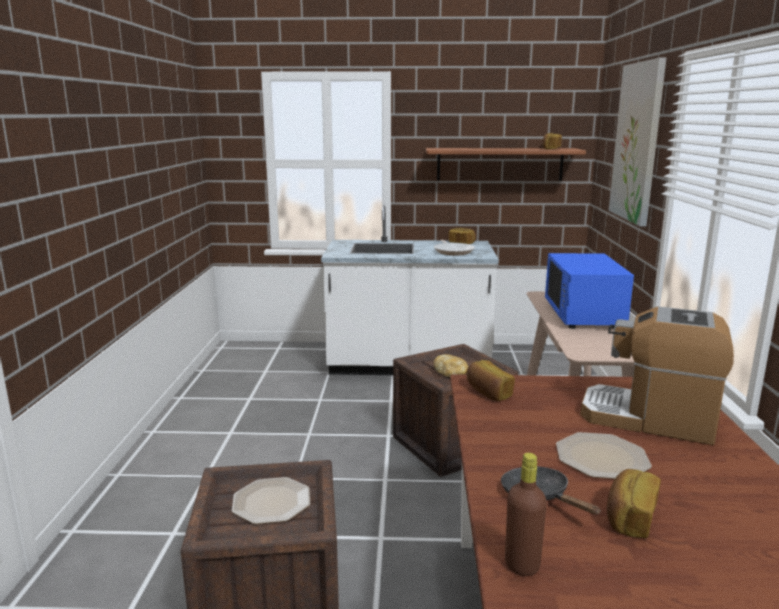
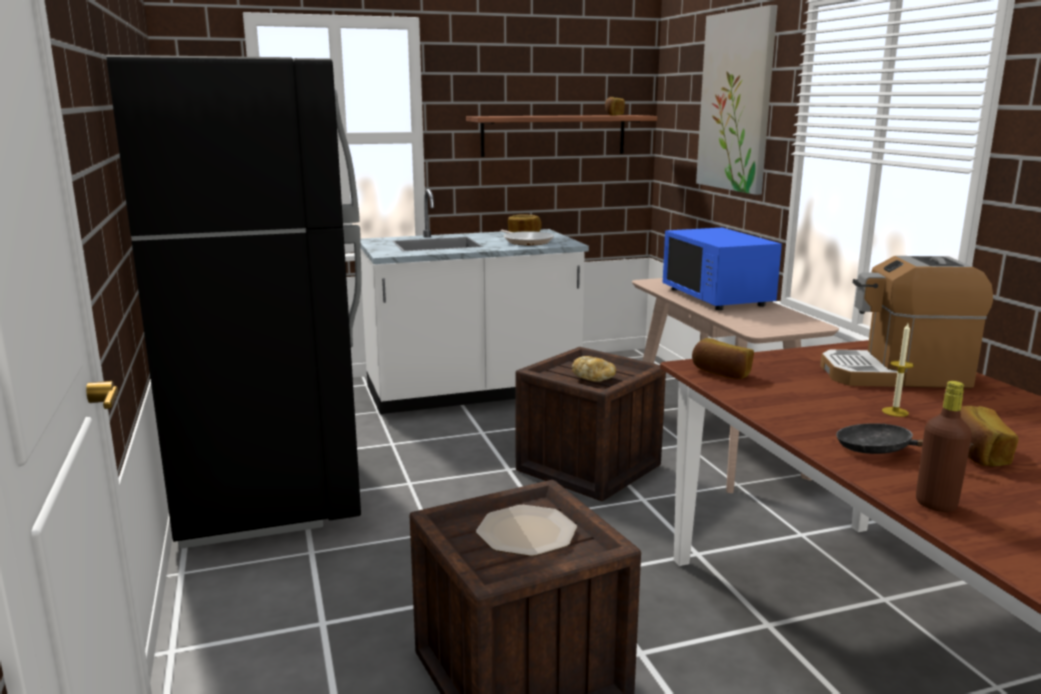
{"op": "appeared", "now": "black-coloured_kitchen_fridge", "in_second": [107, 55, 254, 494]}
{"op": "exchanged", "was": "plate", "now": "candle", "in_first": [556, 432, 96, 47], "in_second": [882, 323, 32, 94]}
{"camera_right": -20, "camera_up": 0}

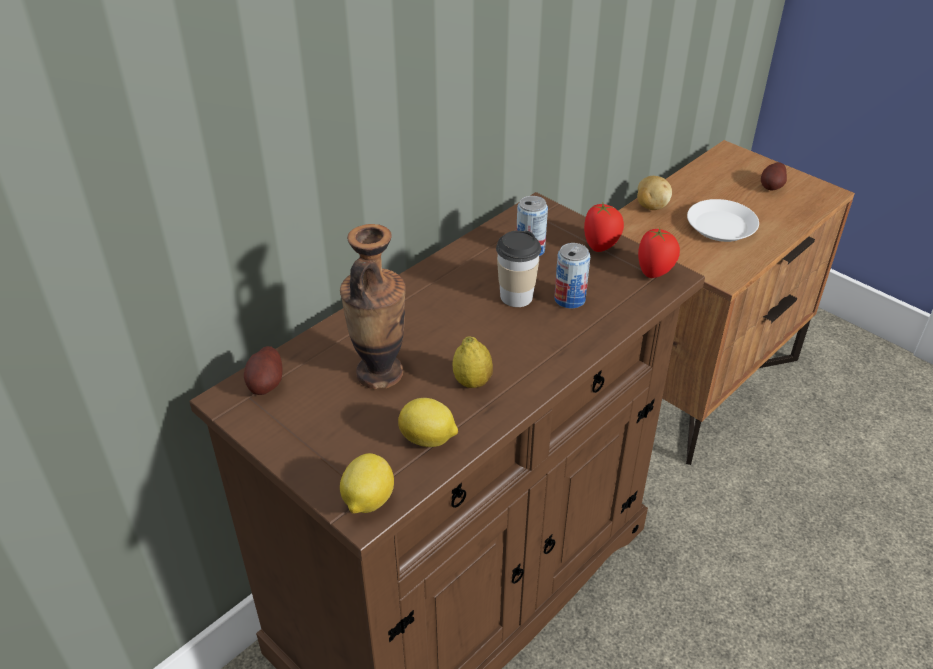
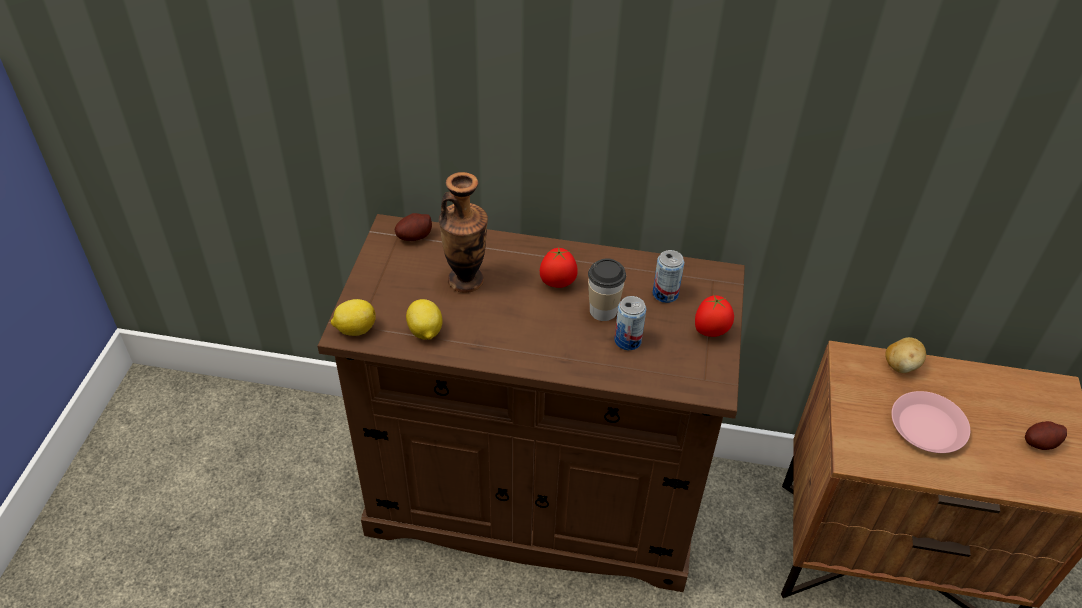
{"op": "relocated", "was": "tomato", "in_first": [638, 228, 42, 50], "in_second": [540, 247, 38, 41]}
{"op": "colour", "was": "white-coloured_plate", "now": "pinkish_plate", "in_first": [687, 199, 72, 43], "in_second": [891, 391, 79, 62]}
{"op": "missing", "was": "whole_lemon", "in_first": [453, 336, 40, 52]}
{"camera_right": 55, "camera_up": 5}

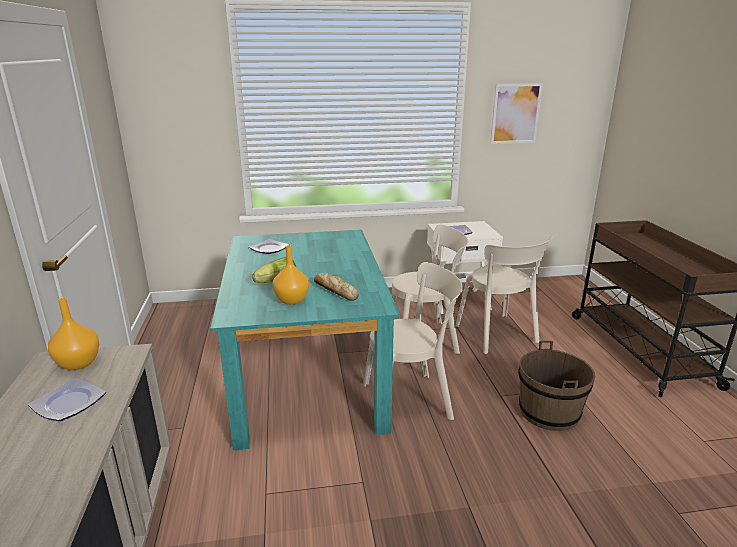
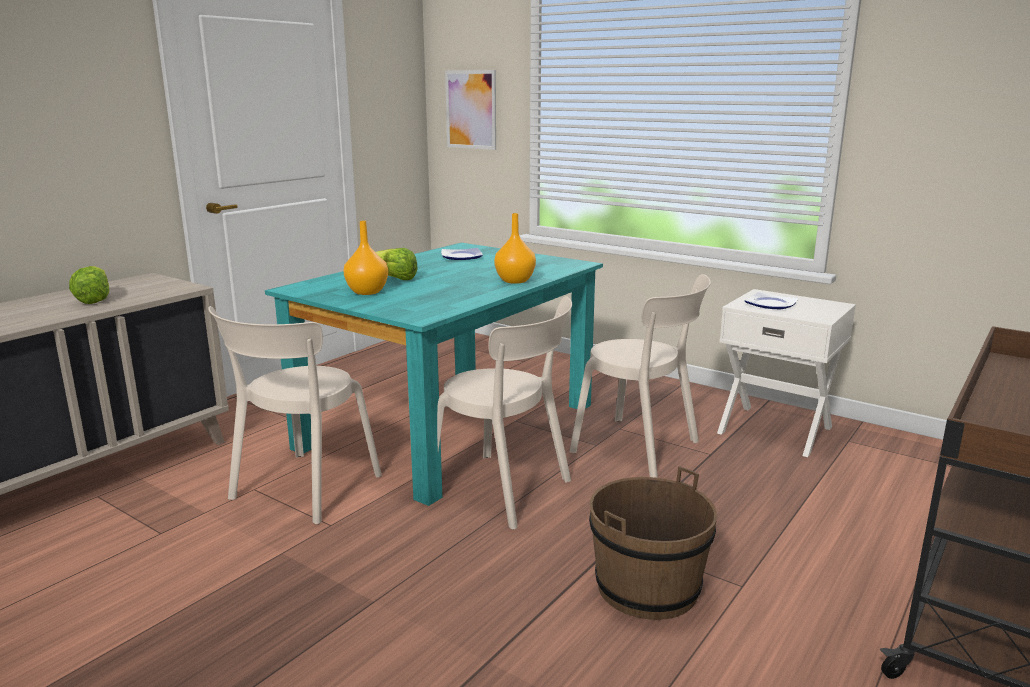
{"op": "exchanged", "was": "plate", "now": "head_of_lettuce", "in_first": [28, 378, 78, 43], "in_second": [69, 266, 40, 38]}
{"op": "relocated", "was": "sand-coloured_plain_chair", "in_first": [455, 236, 97, 118], "in_second": [208, 306, 174, 218]}
{"op": "relocated", "was": "picture", "in_first": [490, 83, 53, 61], "in_second": [445, 70, 51, 80]}
{"op": "relocated", "was": "orangey_decorative_vase", "in_first": [48, 298, 51, 72], "in_second": [494, 213, 42, 71]}
{"op": "missing", "was": "bakery_bread", "in_first": [314, 273, 44, 28]}
{"camera_right": 45, "camera_up": -5}

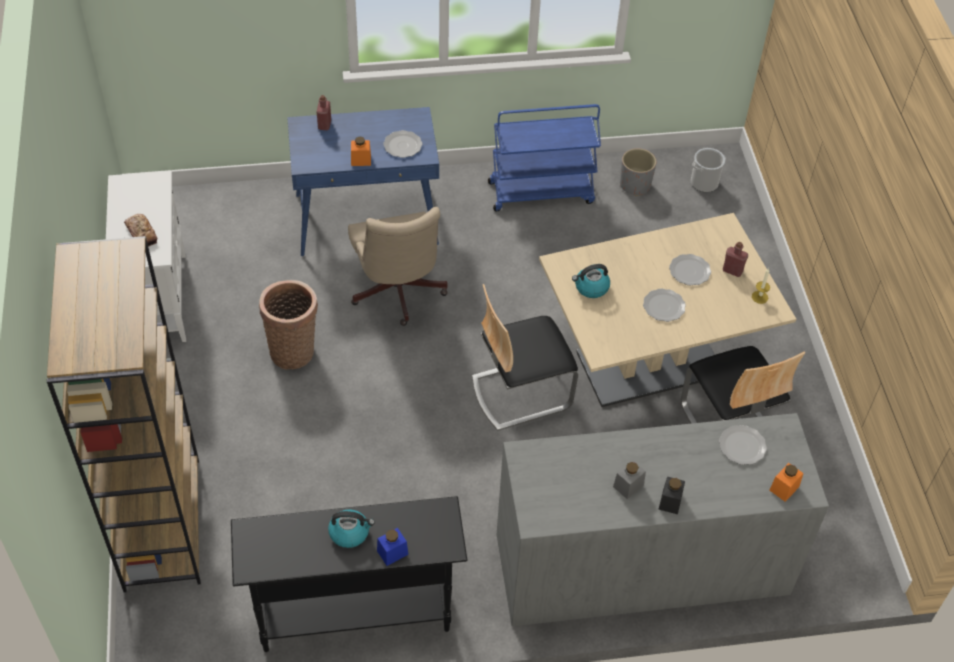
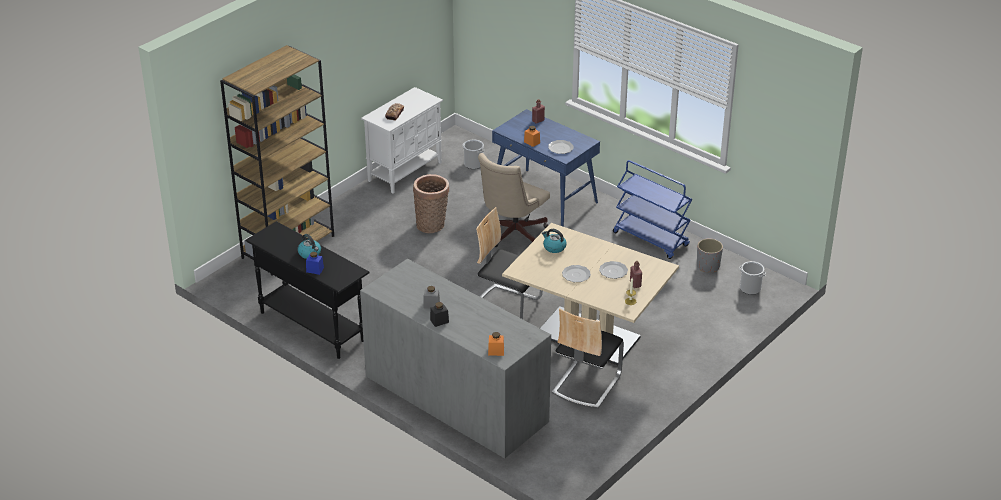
{"op": "appeared", "now": "water_bucket", "in_second": [463, 140, 21, 29]}
{"op": "missing", "was": "plate", "in_first": [719, 425, 48, 40]}
{"camera_right": 50, "camera_up": -15}

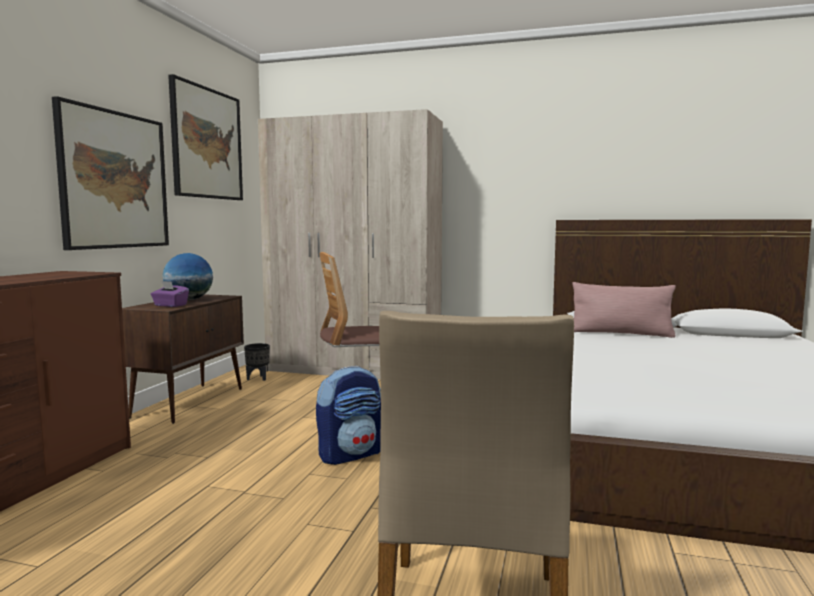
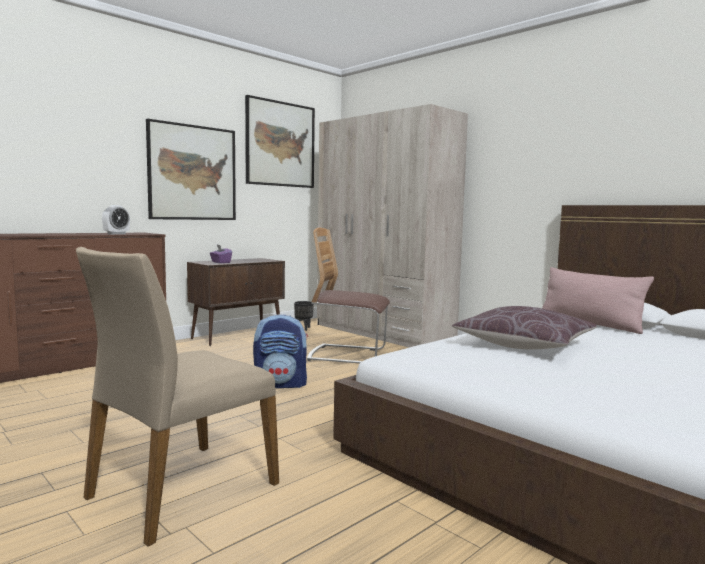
{"op": "appeared", "now": "bedside_clock", "in_second": [102, 205, 28, 29]}
{"op": "appeared", "now": "brownish_pillow", "in_second": [452, 306, 145, 43]}
{"op": "missing", "was": "globe", "in_first": [162, 253, 51, 47]}
{"camera_right": 30, "camera_up": 0}

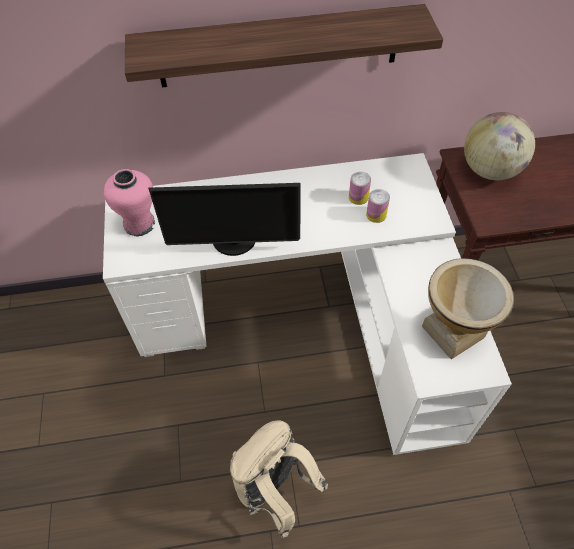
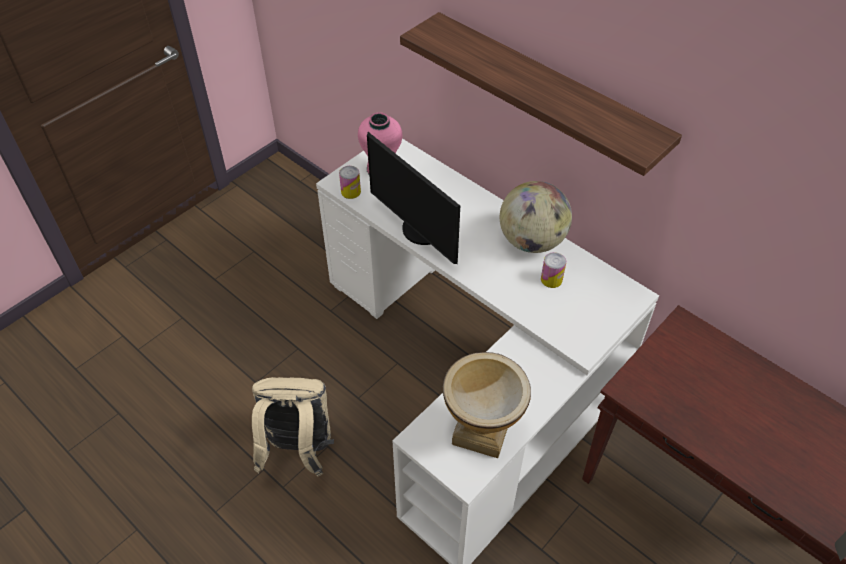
{"op": "relocated", "was": "can", "in_first": [366, 189, 24, 34], "in_second": [339, 166, 22, 33]}
{"op": "relocated", "was": "globe", "in_first": [464, 112, 71, 68], "in_second": [500, 181, 72, 72]}
{"camera_right": 50, "camera_up": -5}

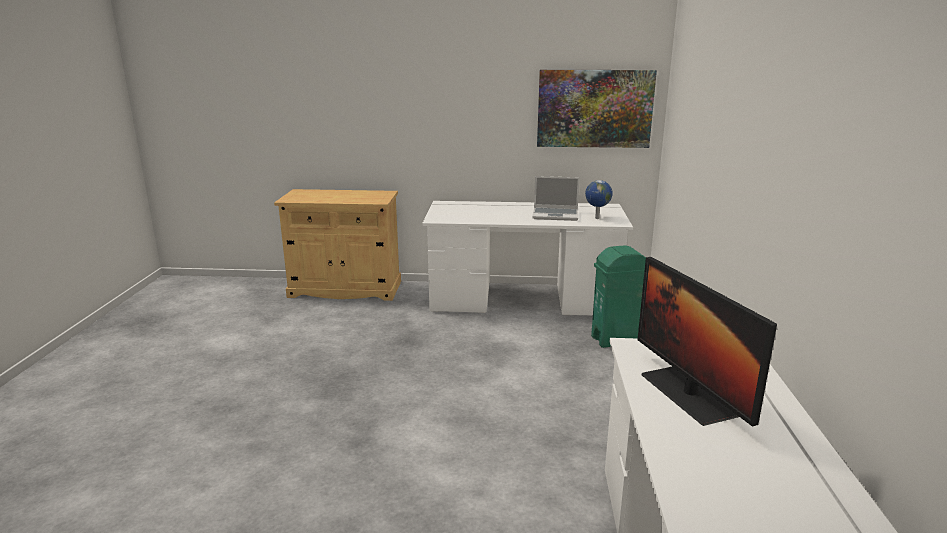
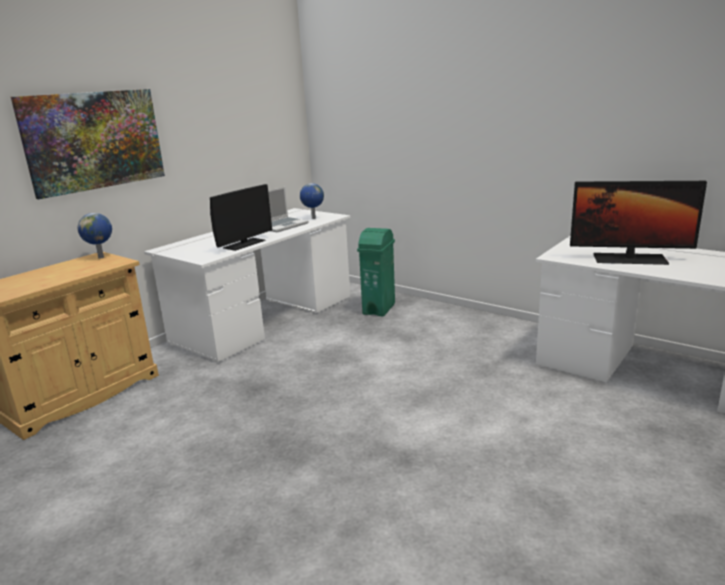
{"op": "relocated", "was": "picture", "in_first": [537, 70, 120, 78], "in_second": [11, 89, 154, 110]}
{"op": "appeared", "now": "globe", "in_second": [78, 213, 34, 46]}
{"op": "appeared", "now": "monitor", "in_second": [210, 184, 62, 67]}
{"camera_right": -55, "camera_up": 0}

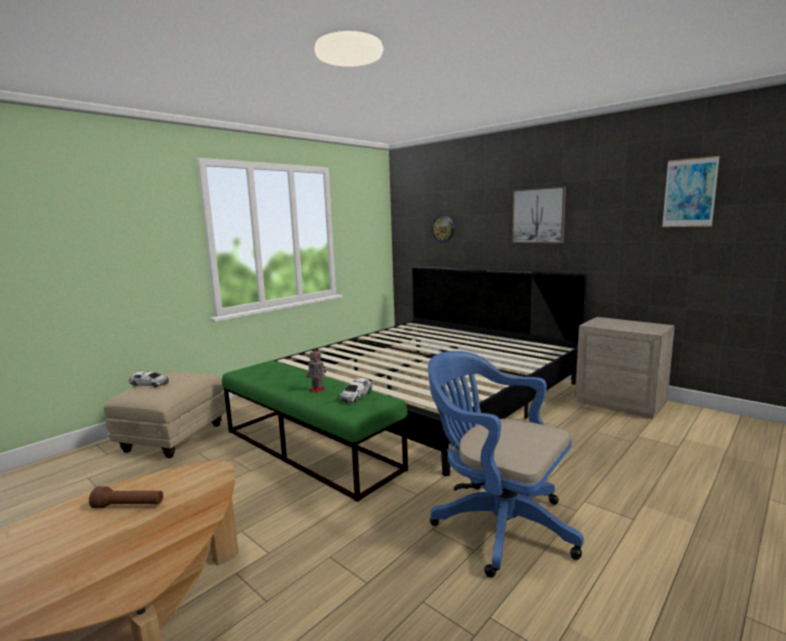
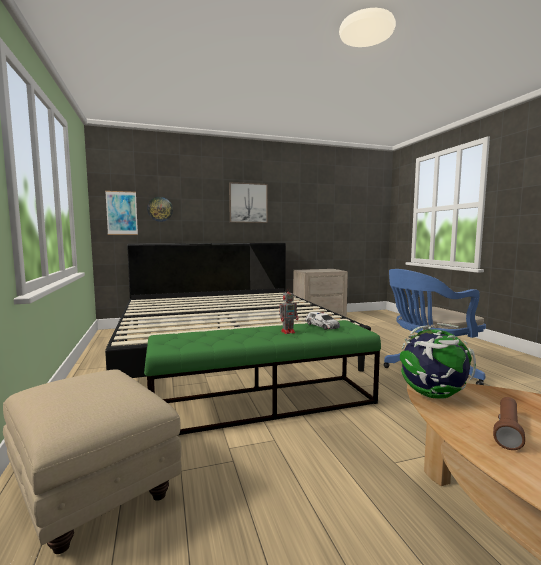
{"op": "relocated", "was": "picture", "in_first": [662, 156, 58, 71], "in_second": [105, 191, 33, 44]}
{"op": "appeared", "now": "globe", "in_second": [400, 323, 76, 76]}
{"op": "missing", "was": "model_car", "in_first": [129, 371, 40, 16]}
{"camera_right": -60, "camera_up": -5}

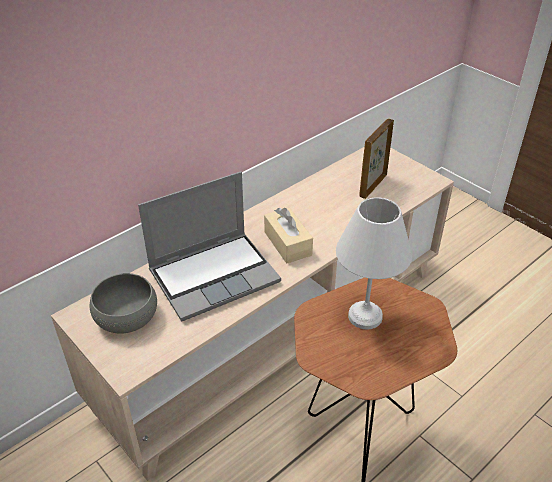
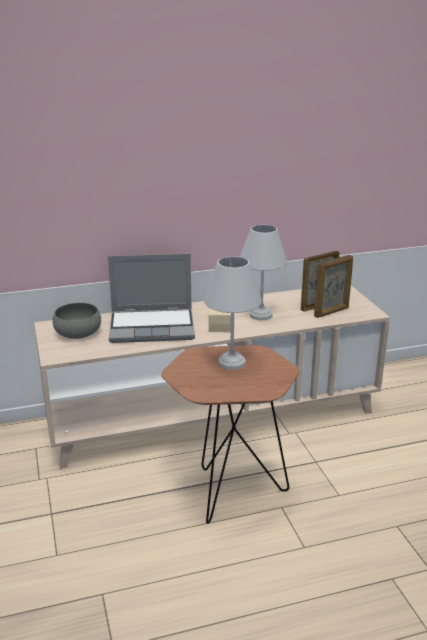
{"op": "appeared", "now": "white-coloured_tabletop_lamp", "in_second": [240, 225, 47, 95]}
{"op": "appeared", "now": "picture_frame", "in_second": [314, 255, 39, 63]}
{"camera_right": 25, "camera_up": -15}

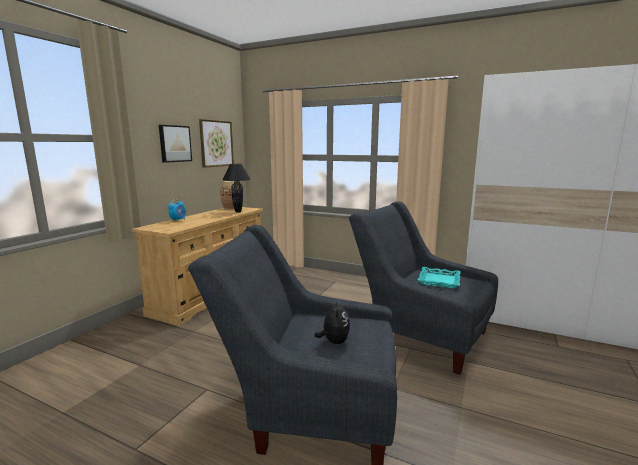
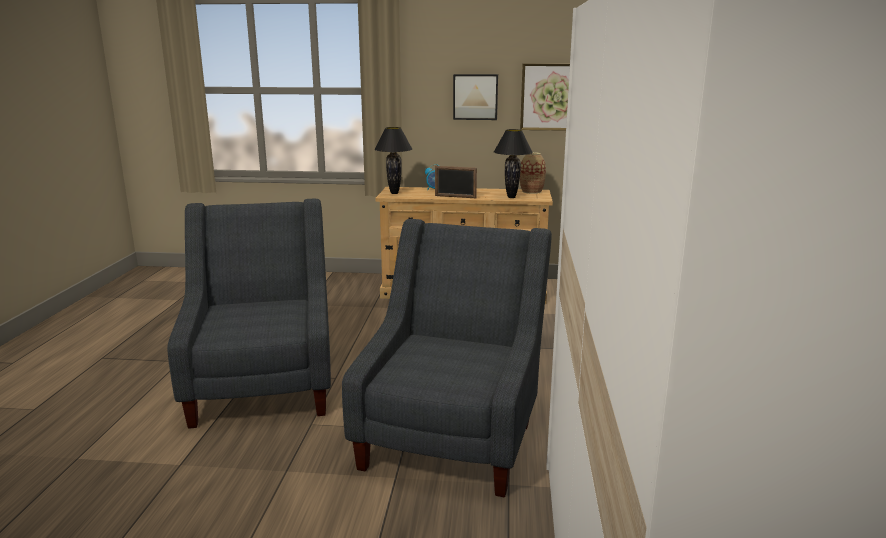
{"op": "appeared", "now": "black-coloured_tabletop_lamp", "in_second": [375, 127, 37, 67]}
{"op": "appeared", "now": "picture_frame", "in_second": [435, 166, 42, 32]}
{"op": "missing", "was": "cuddly_toy", "in_first": [315, 300, 36, 44]}
{"op": "missing", "was": "blue-green_carrying_tray", "in_first": [418, 267, 43, 21]}
{"camera_right": 70, "camera_up": 5}

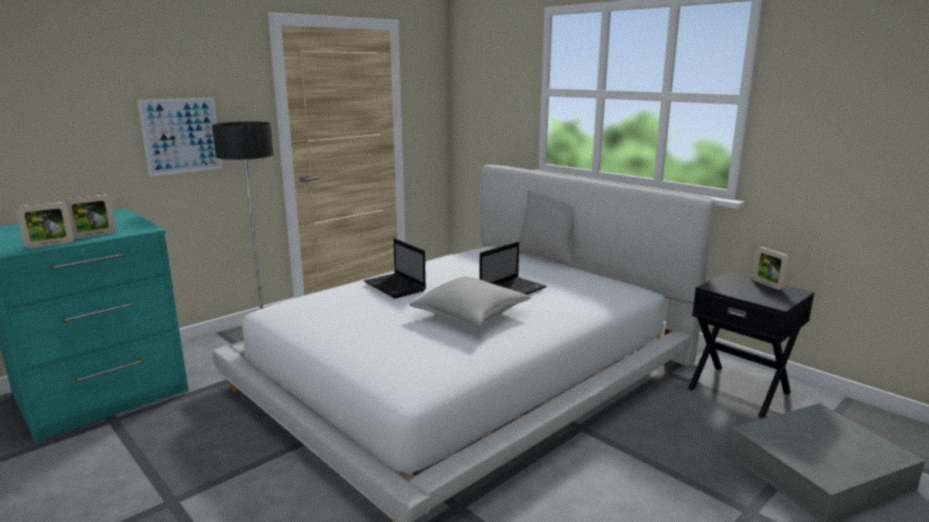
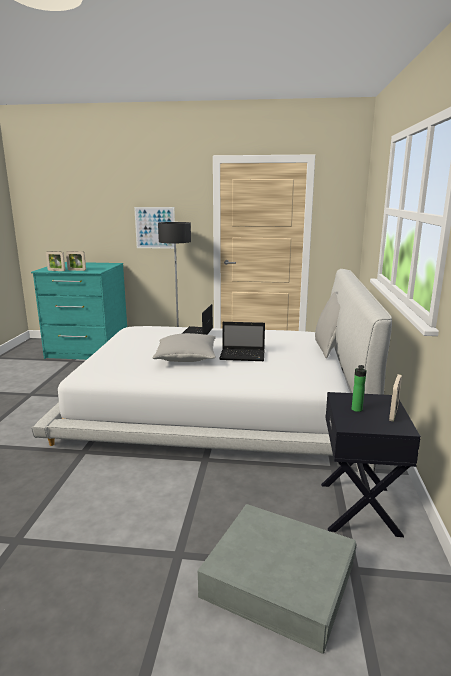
{"op": "appeared", "now": "bottle", "in_second": [352, 365, 15, 47]}
{"camera_right": 50, "camera_up": 0}

